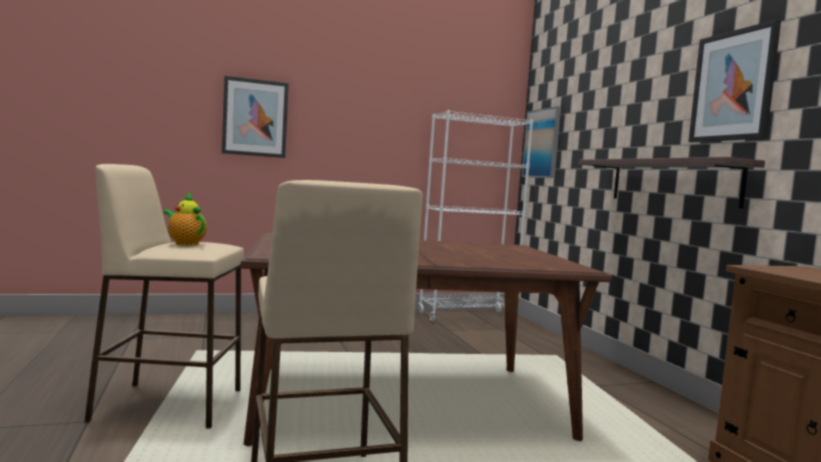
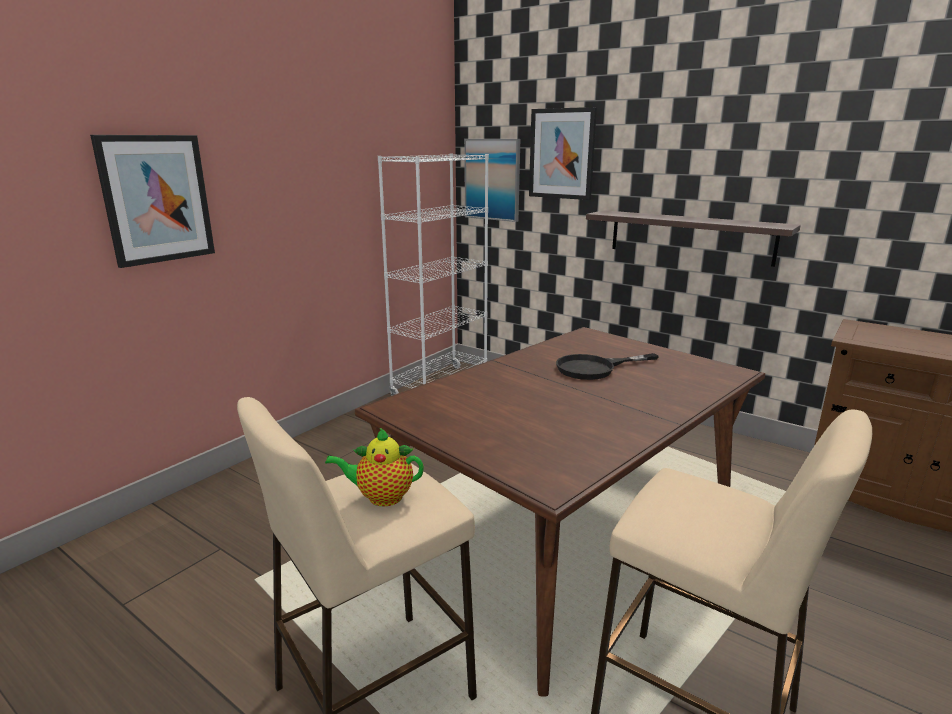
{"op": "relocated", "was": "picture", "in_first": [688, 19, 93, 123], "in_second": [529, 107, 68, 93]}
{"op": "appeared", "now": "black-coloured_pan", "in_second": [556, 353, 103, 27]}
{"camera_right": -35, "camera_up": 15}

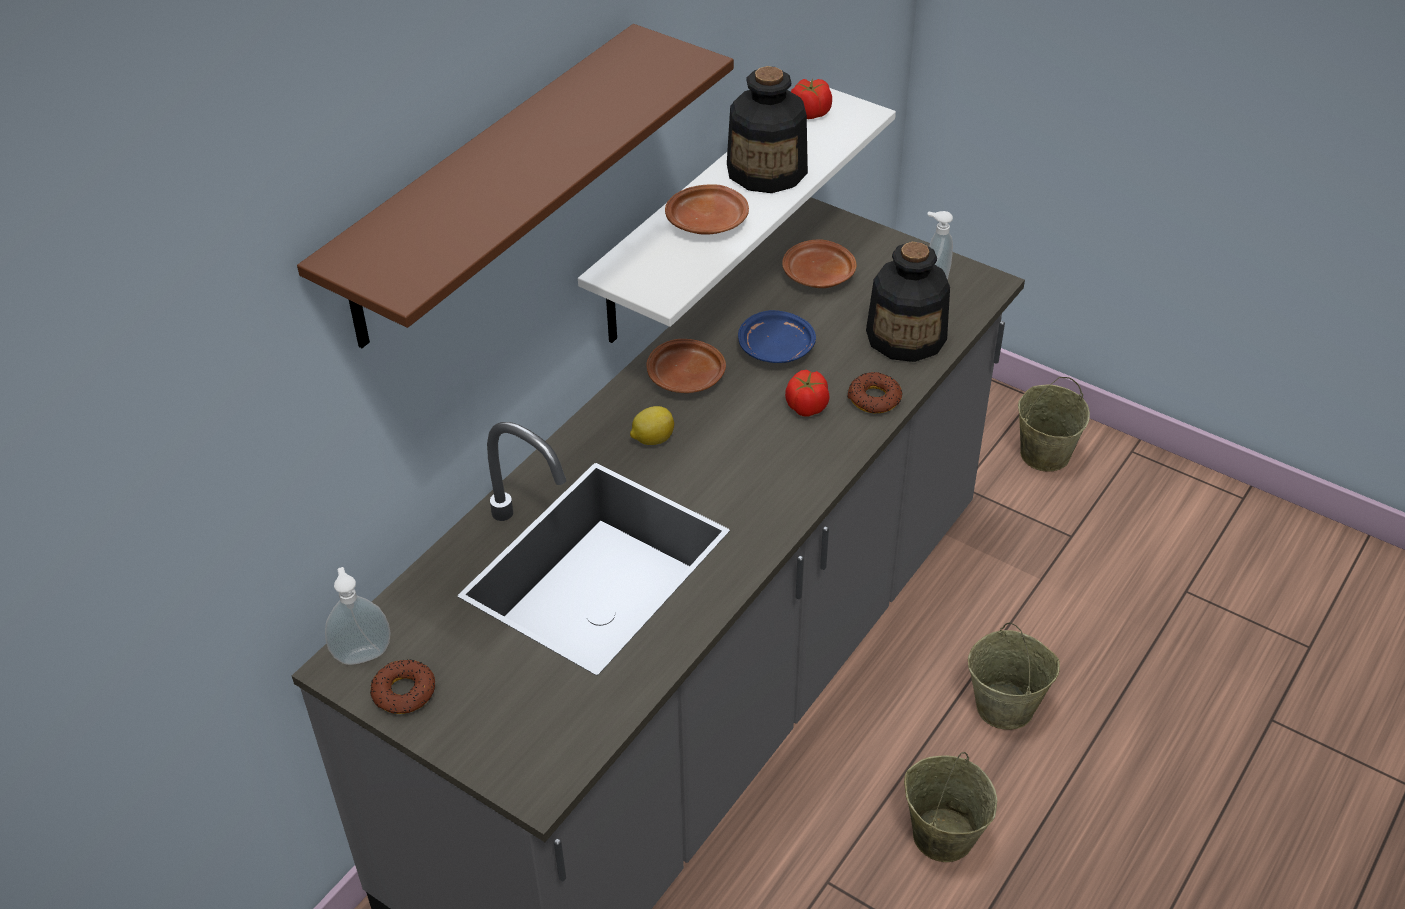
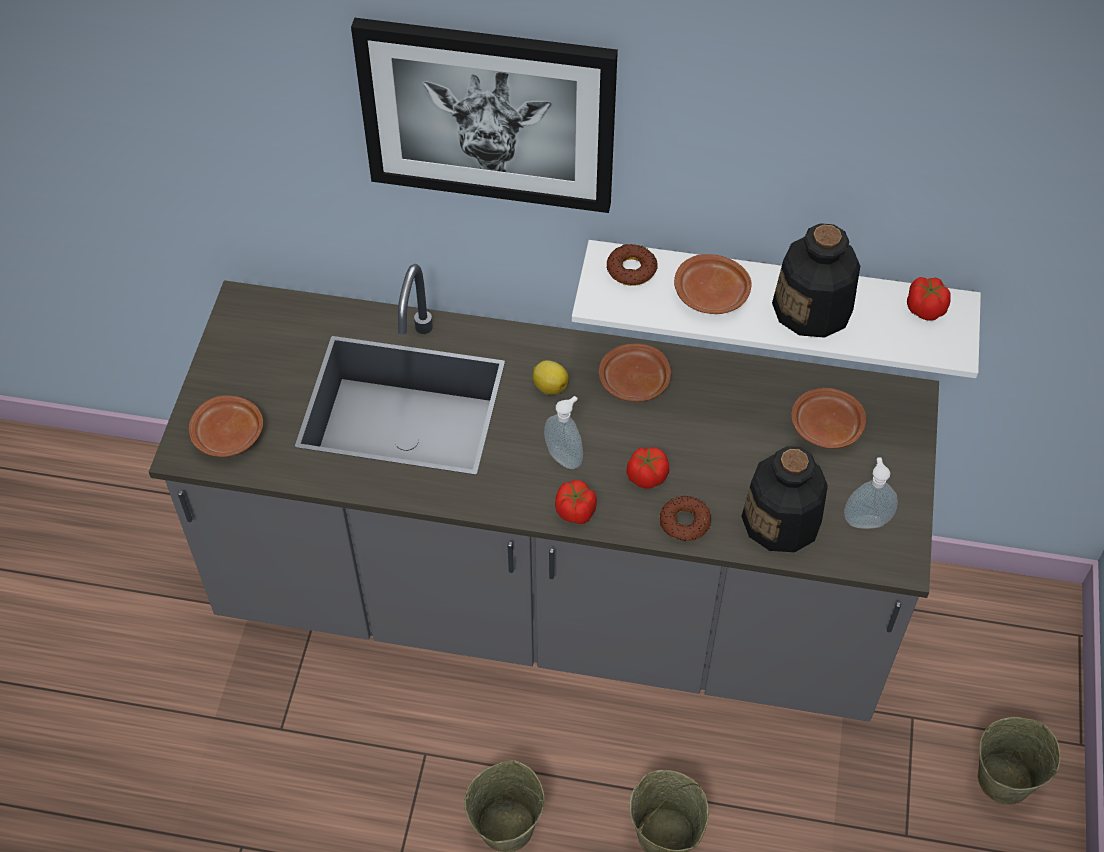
{"op": "appeared", "now": "brownish_plate", "in_second": [189, 395, 74, 62]}
{"op": "exchanged", "was": "brownish_bracket_shelf", "now": "picture", "in_first": [297, 24, 437, 324], "in_second": [351, 18, 267, 195]}
{"op": "relocated", "was": "soap_dispenser", "in_first": [325, 567, 65, 98], "in_second": [544, 396, 39, 73]}
{"op": "appeared", "now": "tomato", "in_second": [555, 480, 42, 44]}
{"op": "relocated", "was": "doughnut", "in_first": [370, 659, 65, 55], "in_second": [606, 244, 52, 42]}
{"op": "missing", "was": "blue_plate", "in_first": [738, 310, 78, 53]}
{"camera_right": 65, "camera_up": 10}

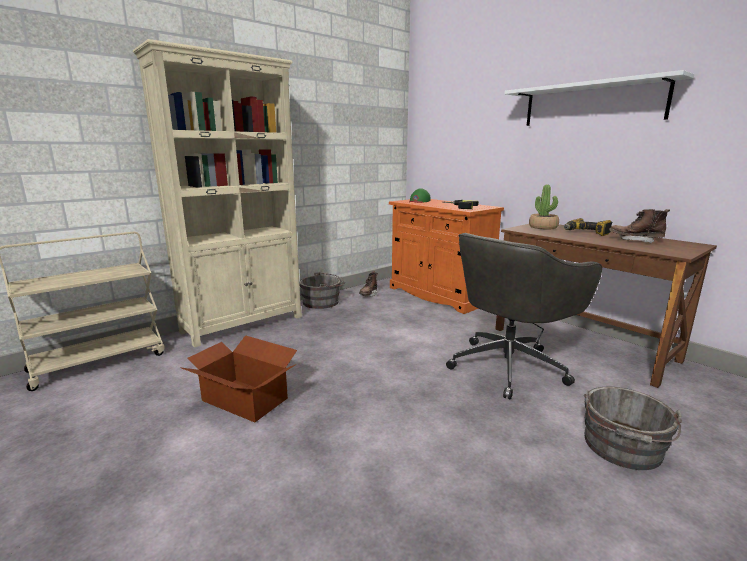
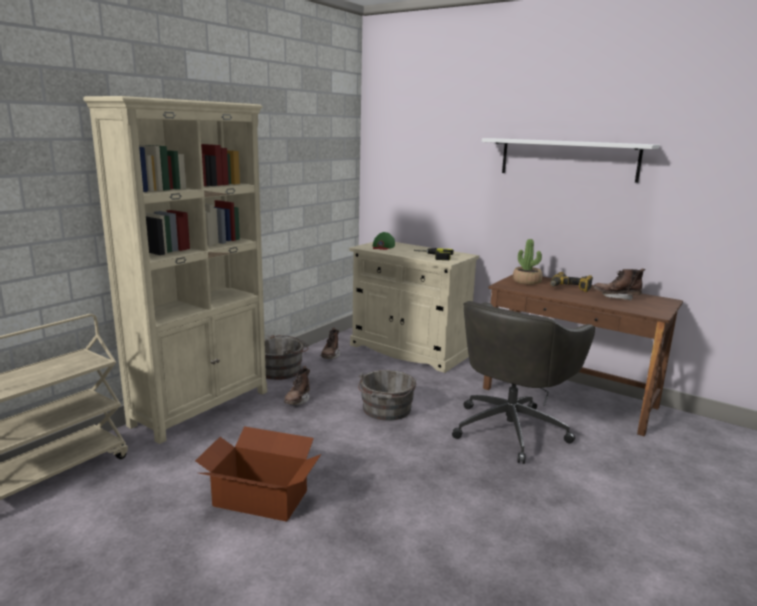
{"op": "appeared", "now": "brownish_high-top_boot", "in_second": [284, 366, 26, 39]}
{"op": "colour", "was": "orangey_cupboard", "now": "sand-coloured_cupboard", "in_first": [389, 199, 115, 115], "in_second": [349, 242, 130, 131]}
{"op": "relocated", "was": "greyish_water_bucket", "in_first": [584, 387, 98, 83], "in_second": [358, 370, 58, 51]}
{"camera_right": -15, "camera_up": 0}

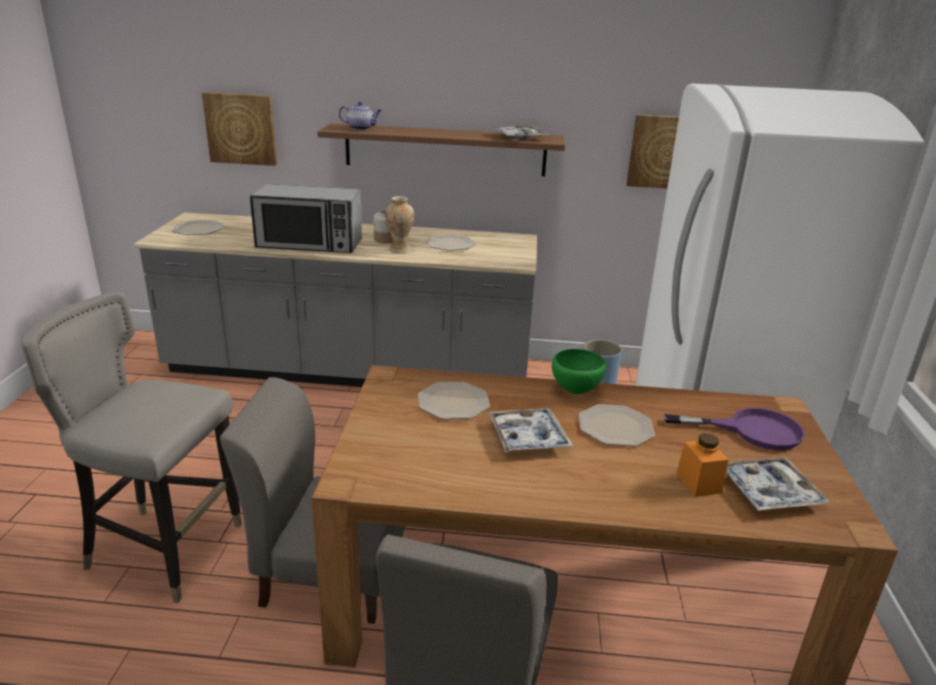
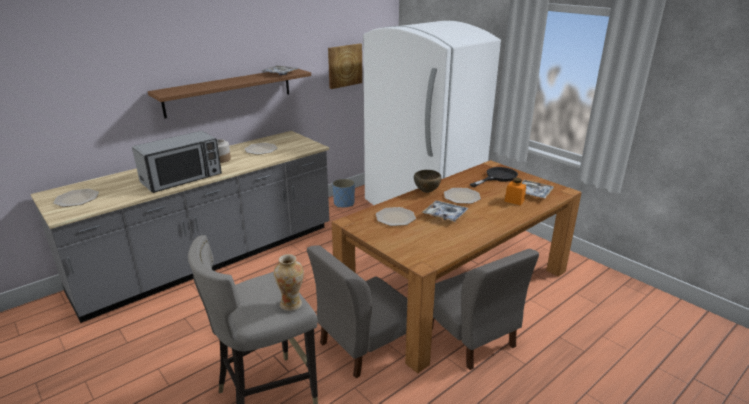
{"op": "relocated", "was": "decorative_vase", "in_first": [385, 196, 29, 58], "in_second": [274, 254, 30, 57]}
{"op": "colour", "was": "green_bowl", "now": "brownish_bowl", "in_first": [552, 349, 55, 45], "in_second": [414, 170, 27, 23]}
{"op": "colour", "was": "purplish_pan", "now": "black-coloured_pan", "in_first": [664, 408, 141, 42], "in_second": [470, 167, 48, 20]}
{"op": "missing", "was": "picture", "in_first": [202, 92, 75, 74]}
{"op": "missing", "was": "tea_pot", "in_first": [339, 101, 43, 29]}
{"camera_right": -45, "camera_up": 0}

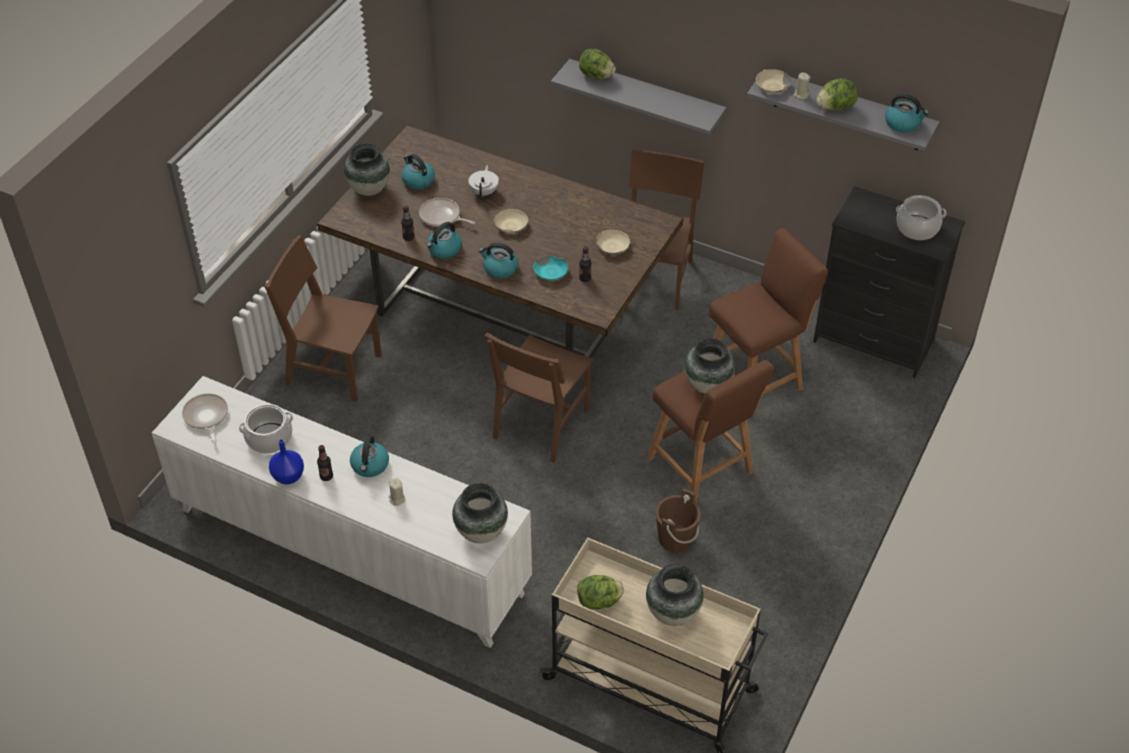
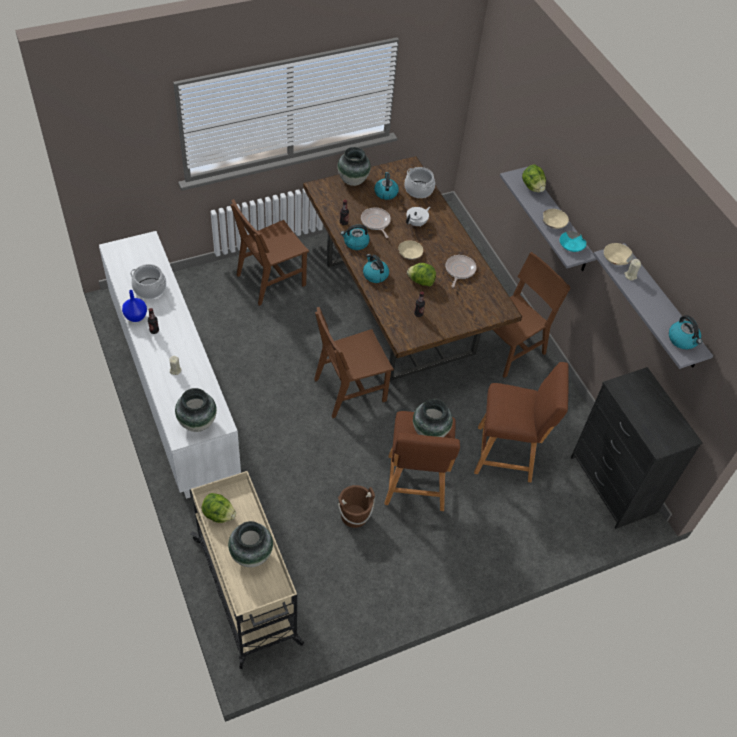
{"op": "spun", "was": "brownish_plain_chair", "in_first": [264, 235, 118, 167], "in_second": [231, 199, 78, 107], "clockwise": -90}
{"op": "relocated", "was": "saucepot", "in_first": [896, 195, 51, 45], "in_second": [404, 167, 31, 31]}
{"op": "relocated", "was": "head_of_lettuce", "in_first": [816, 78, 42, 32], "in_second": [407, 263, 29, 23]}
{"op": "relocated", "was": "pan", "in_first": [182, 393, 46, 50], "in_second": [446, 255, 30, 32]}
{"op": "relocated", "was": "sand-coloured_bowl", "in_first": [596, 230, 34, 25], "in_second": [543, 209, 26, 20]}
{"op": "relocated", "was": "blue-green_bowl", "in_first": [533, 255, 35, 25], "in_second": [560, 231, 27, 21]}
{"op": "missing", "was": "tea_kettle", "in_first": [350, 435, 39, 42]}
{"camera_right": 35, "camera_up": 5}

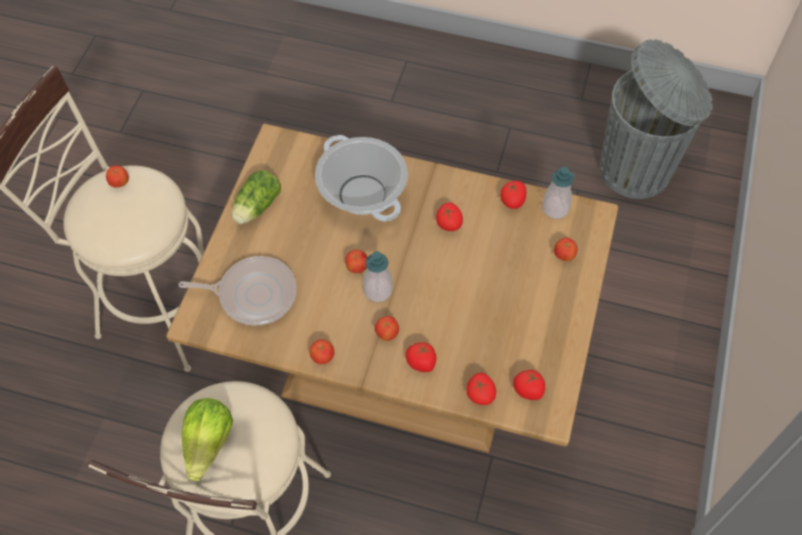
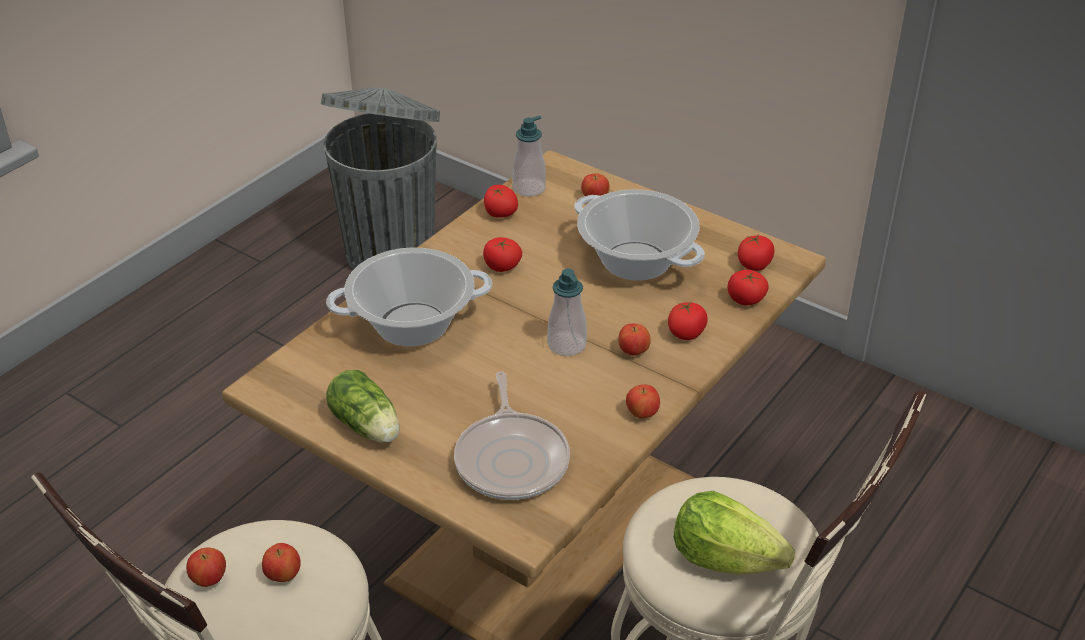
{"op": "relocated", "was": "apple", "in_first": [345, 250, 22, 23], "in_second": [262, 543, 39, 39]}
{"op": "spun", "was": "pan", "in_first": [179, 256, 118, 69], "in_second": [454, 371, 116, 129], "clockwise": 150}
{"op": "appeared", "now": "saucepot", "in_second": [574, 189, 131, 92]}
{"camera_right": -70, "camera_up": -20}

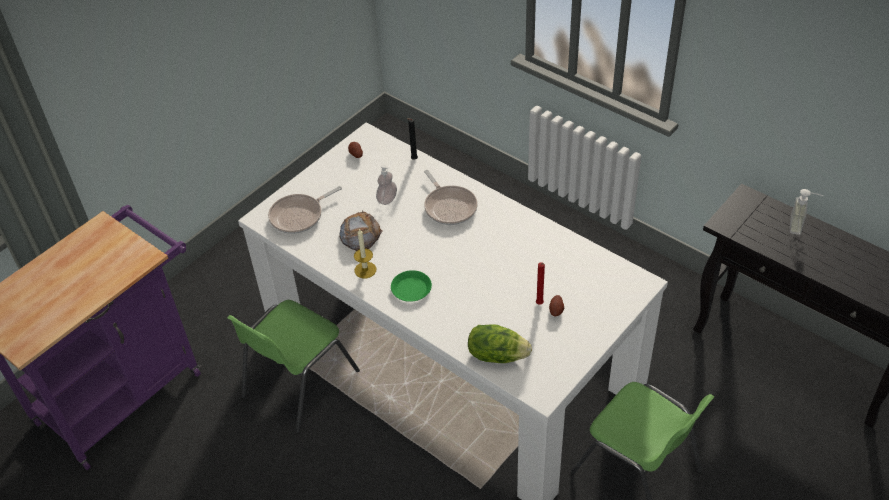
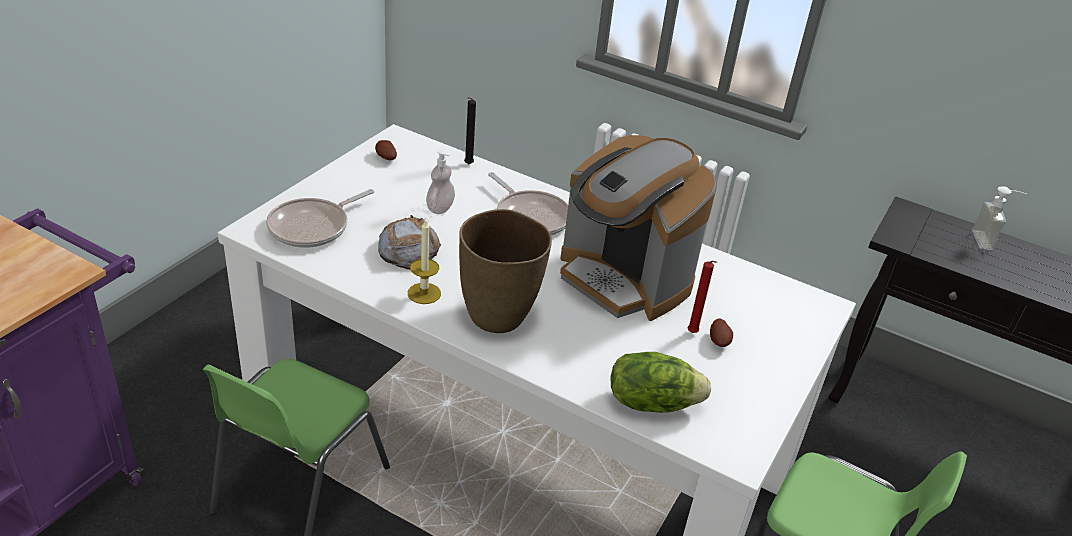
{"op": "exchanged", "was": "green_plate", "now": "brownish_decorative_vase", "in_first": [391, 270, 41, 32], "in_second": [459, 209, 93, 124]}
{"op": "appeared", "now": "coffee_brewer", "in_second": [560, 135, 157, 186]}
{"camera_right": -15, "camera_up": -10}

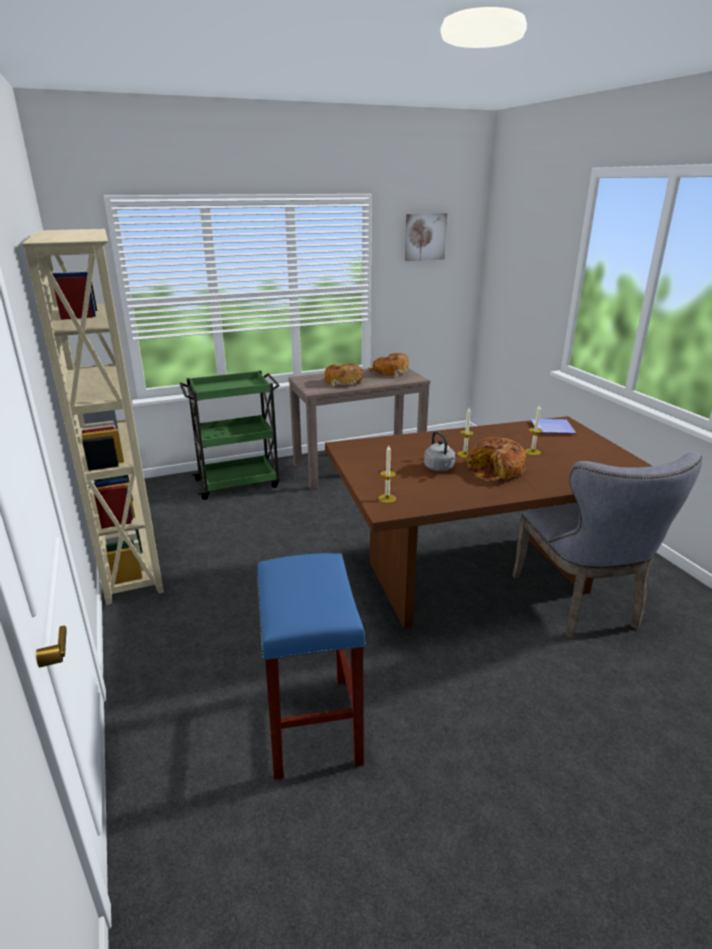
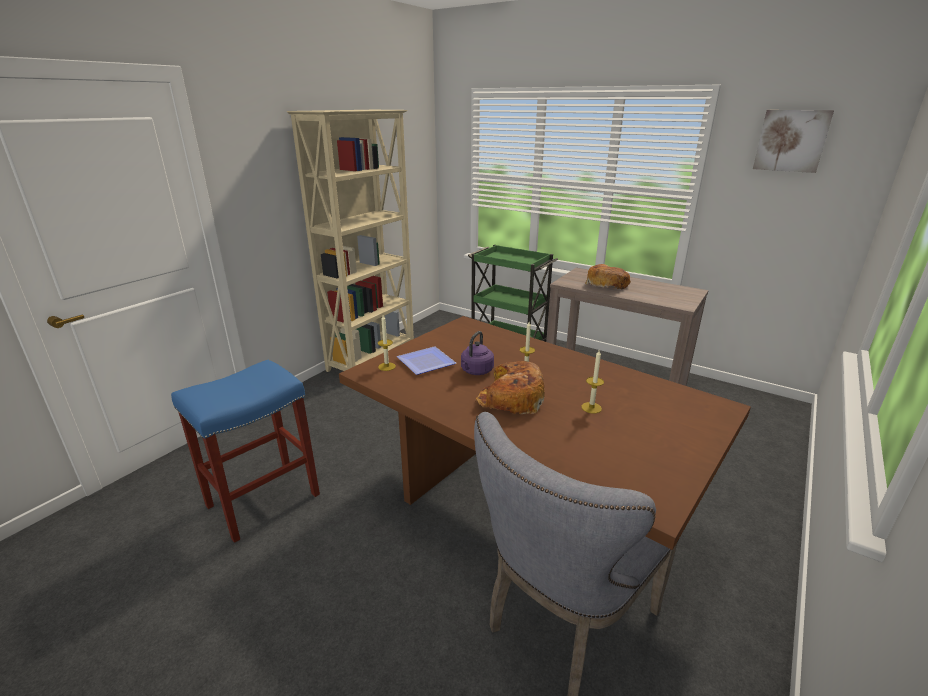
{"op": "relocated", "was": "plate", "in_first": [531, 419, 45, 14], "in_second": [397, 346, 59, 29]}
{"op": "colour", "was": "greyish_tea_kettle", "now": "purplish_tea_kettle", "in_first": [424, 431, 31, 40], "in_second": [461, 331, 33, 44]}
{"op": "missing", "was": "bakery_bread", "in_first": [368, 353, 41, 24]}
{"camera_right": 55, "camera_up": 0}

